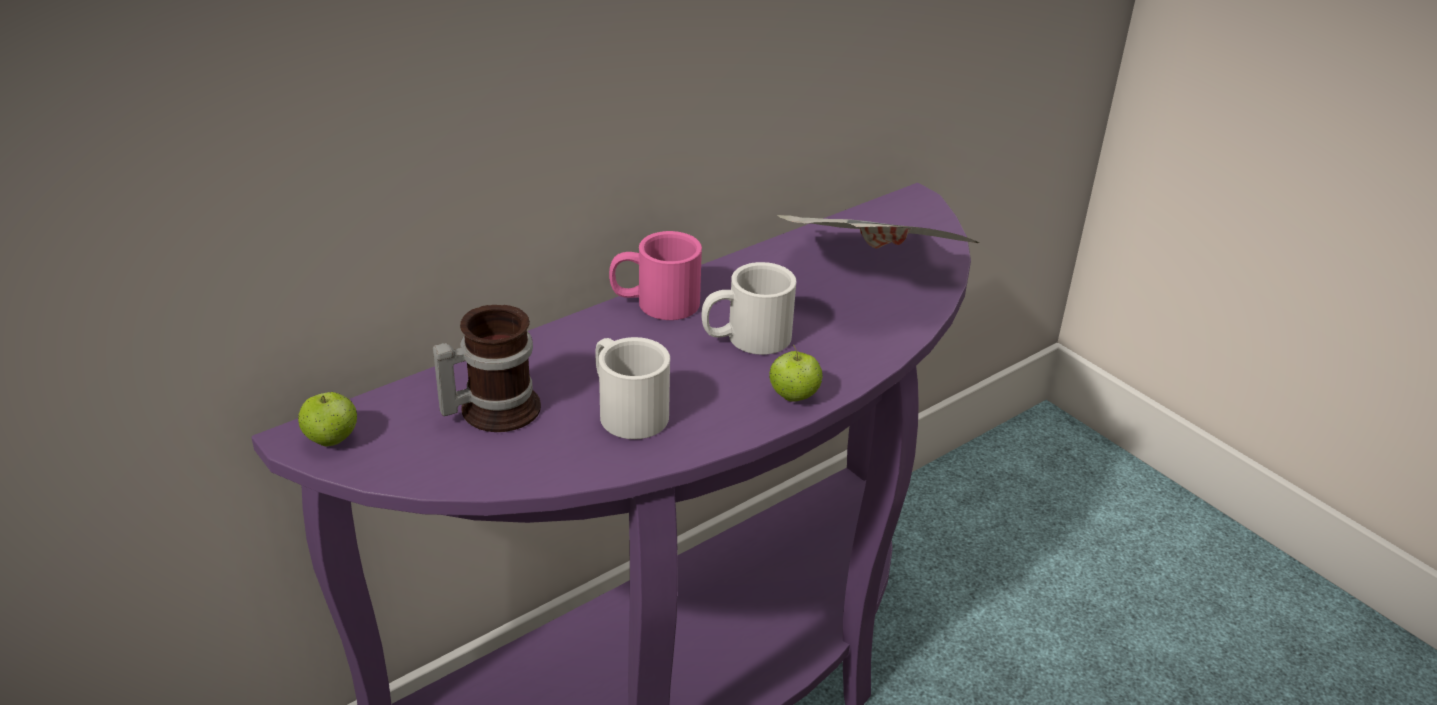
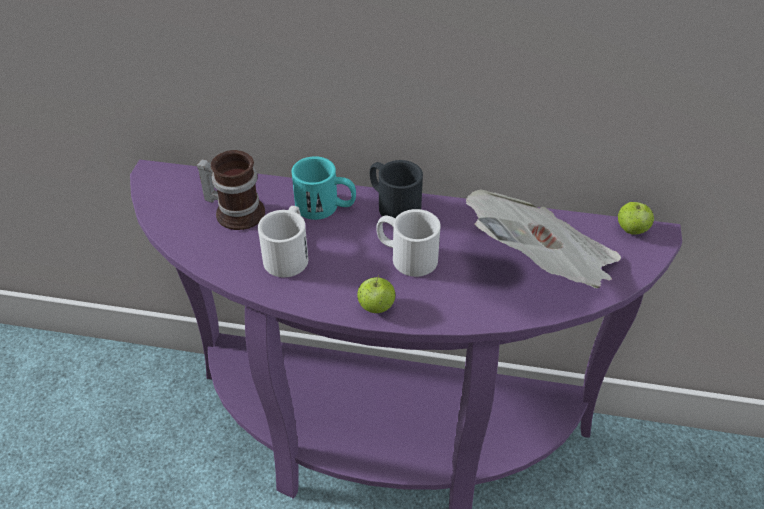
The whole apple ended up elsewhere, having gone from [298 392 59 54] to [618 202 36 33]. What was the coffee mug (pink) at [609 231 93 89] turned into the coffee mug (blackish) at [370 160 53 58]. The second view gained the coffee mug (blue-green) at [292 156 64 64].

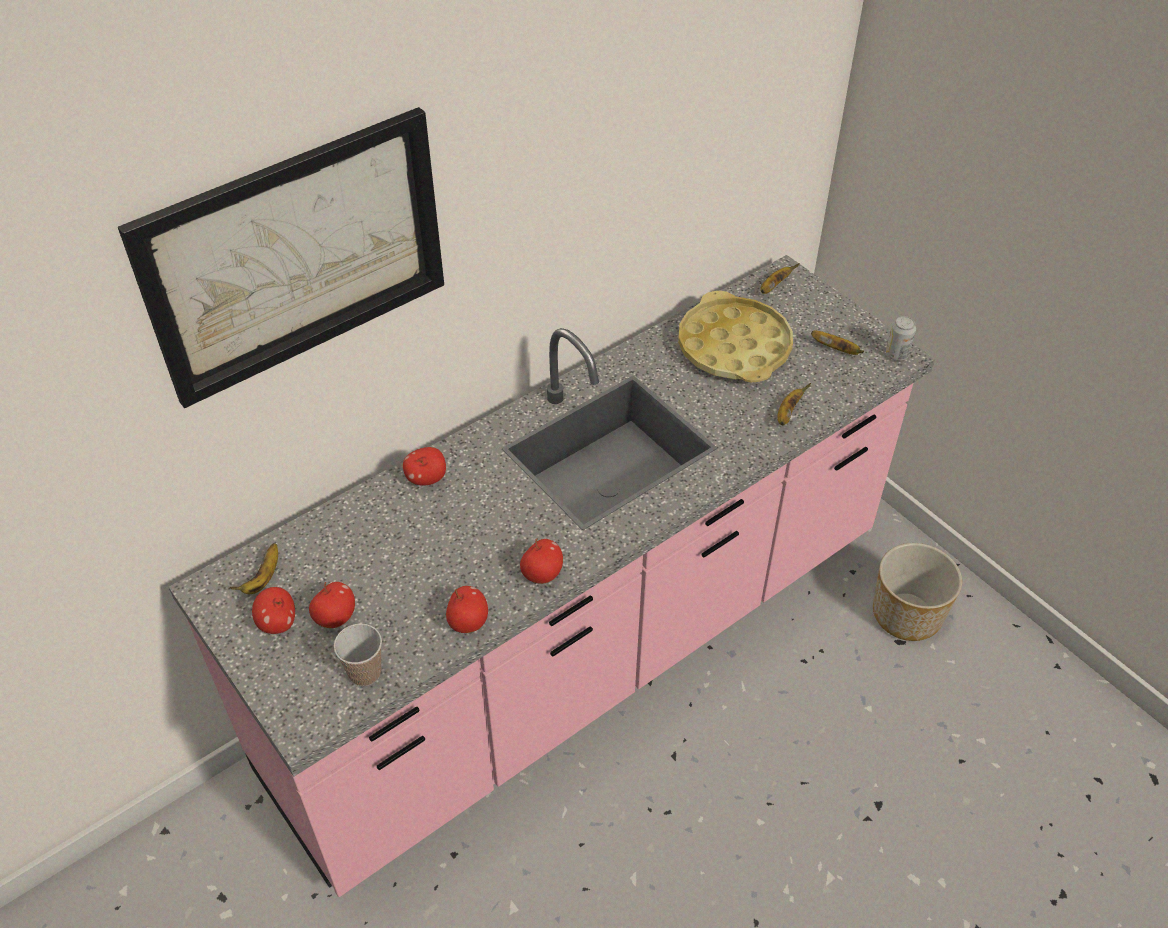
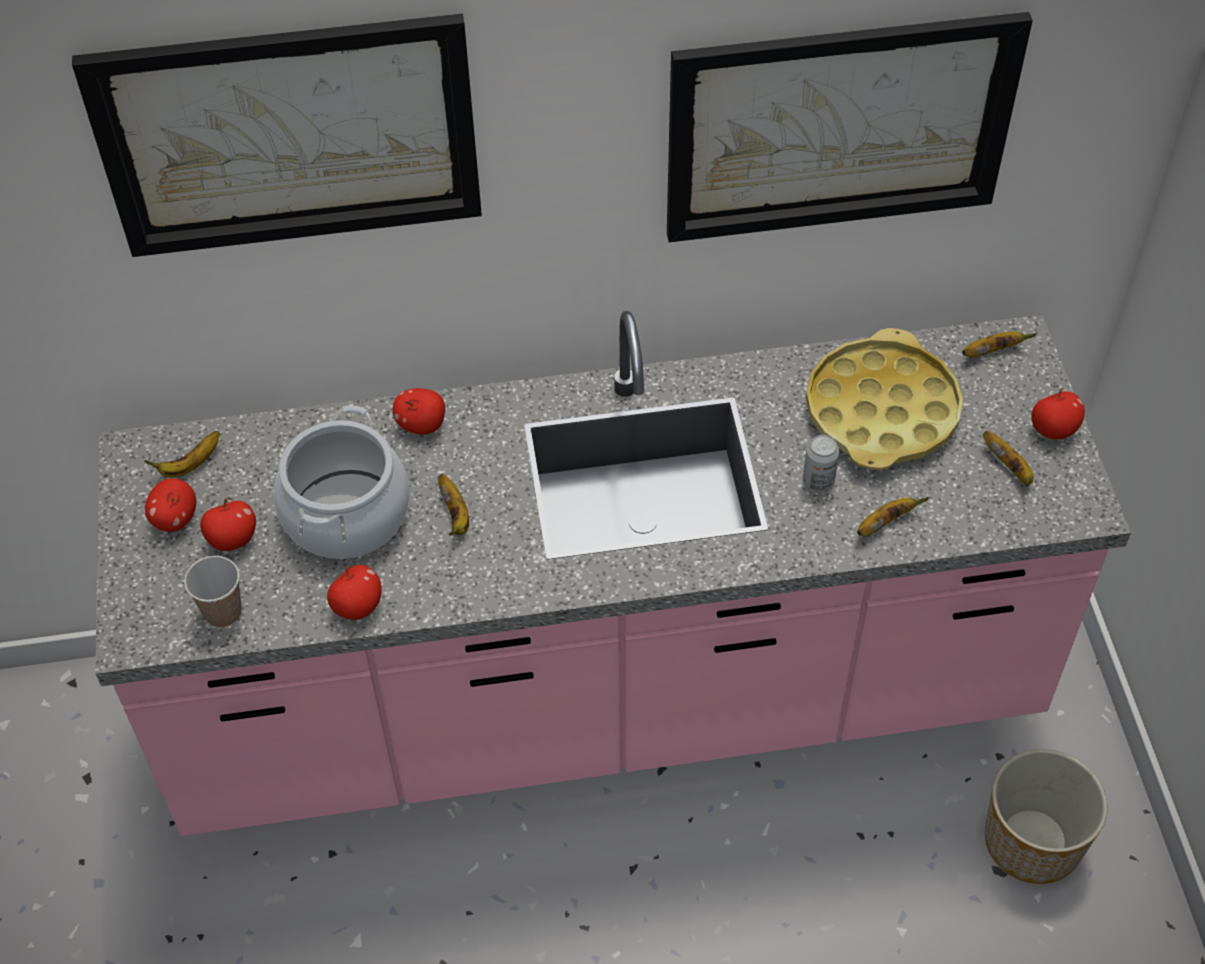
The whole apple ended up elsewhere, having gone from [520 539 43 45] to [1031 388 54 52]. The metal can ended up elsewhere, having gone from [886 316 30 45] to [803 435 36 57]. The second view gained the cooking pot at [274 405 136 154]. The second view gained the whole banana at [438 474 31 62]. The second view gained the wall picture at [667 12 366 230].

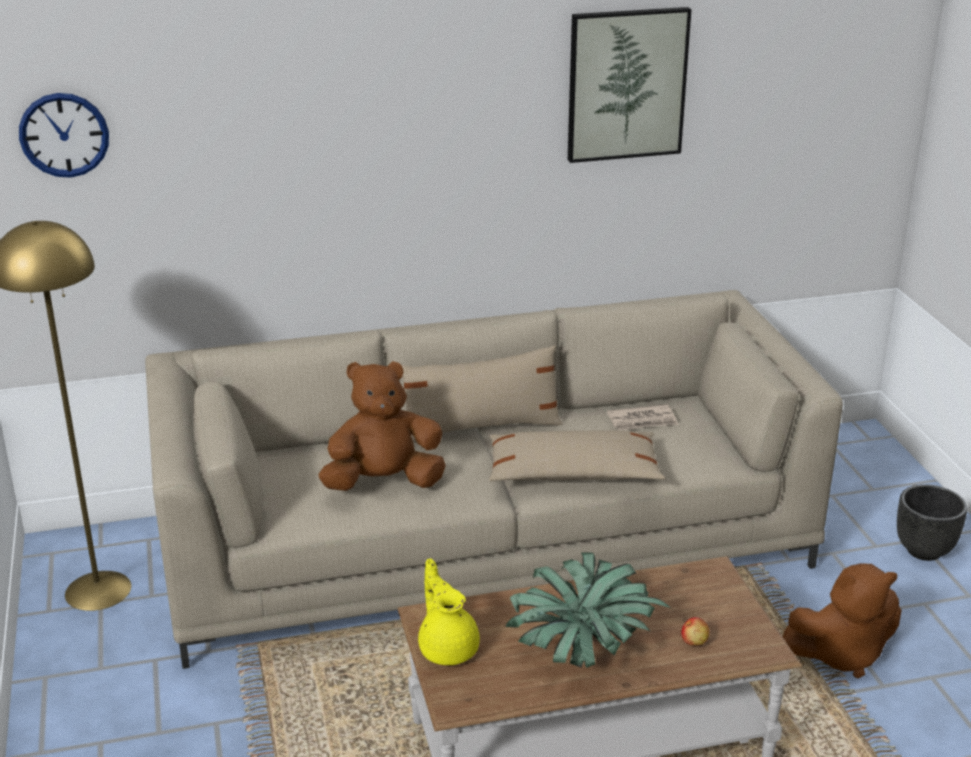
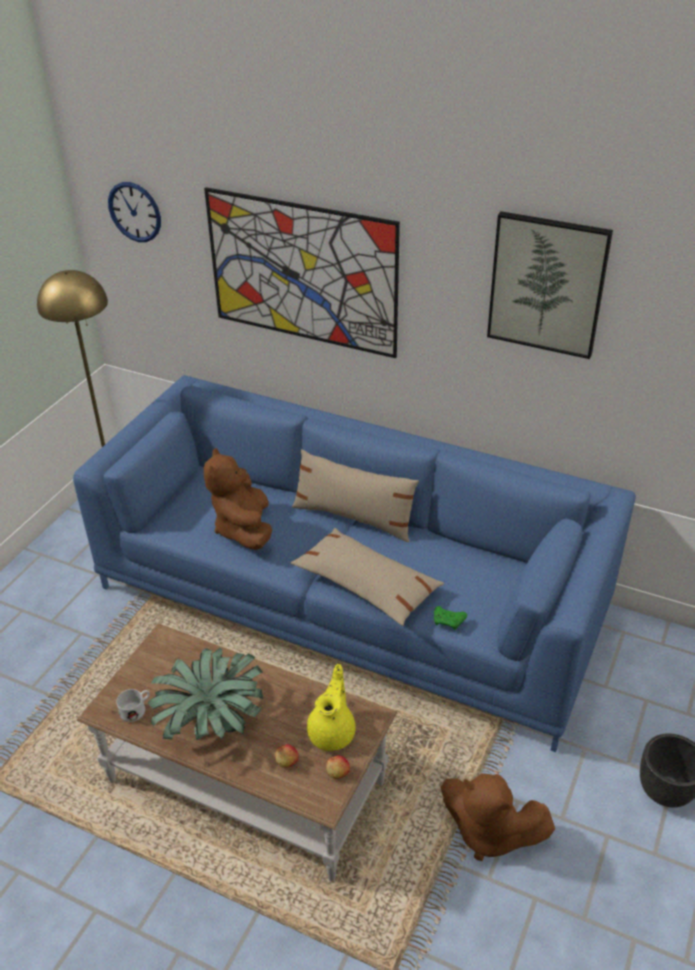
What was the sofa (beige) at [145 290 698 379] turned into the sofa (bluish) at [73 375 563 377]. The soft toy (brown-coloured) at [318 361 128 130] ended up facing another way, 120 degrees counterclockwise from before. The tea pot (yellow) ended up elsewhere, having gone from [418 559 62 106] to [307 664 49 87]. The second view lost the newspaper at [607 405 72 26]. The second view gained the coffee mug (white) at [116 689 34 33]. The second view gained the wall picture at [204 187 196 171]. The second view gained the whole apple at [326 755 24 24]. The second view gained the joypad (green) at [434 606 33 24].

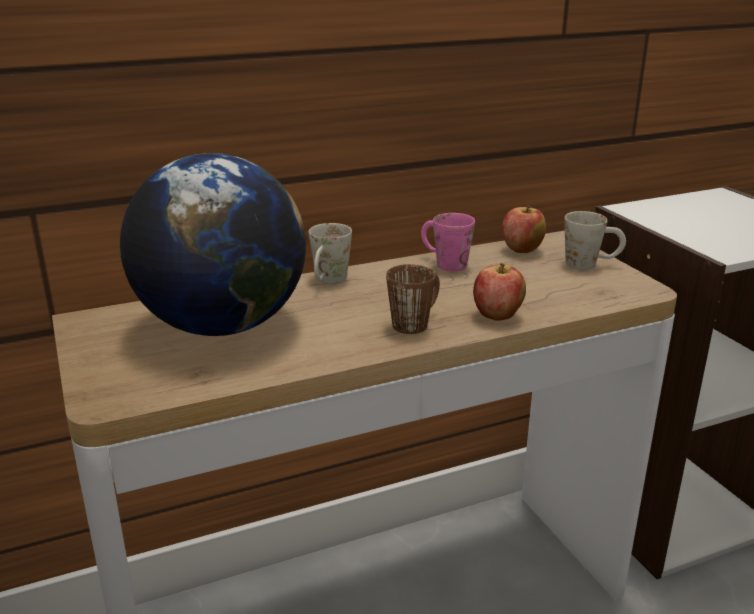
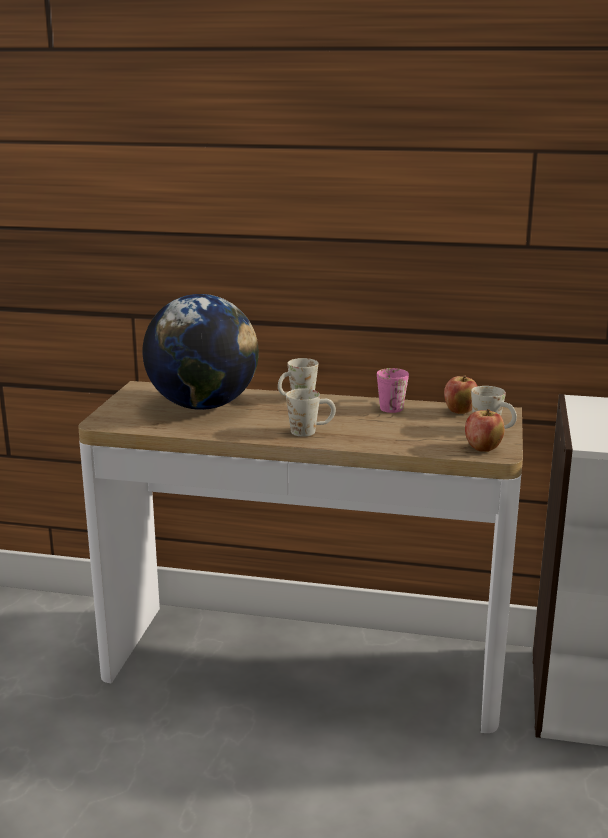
What was the coffee mug (brown-coloured) at [386 264 54 70] turned into the coffee mug (white) at [286 389 50 48]. The whole apple ended up elsewhere, having gone from [473 263 53 58] to [465 409 39 43].

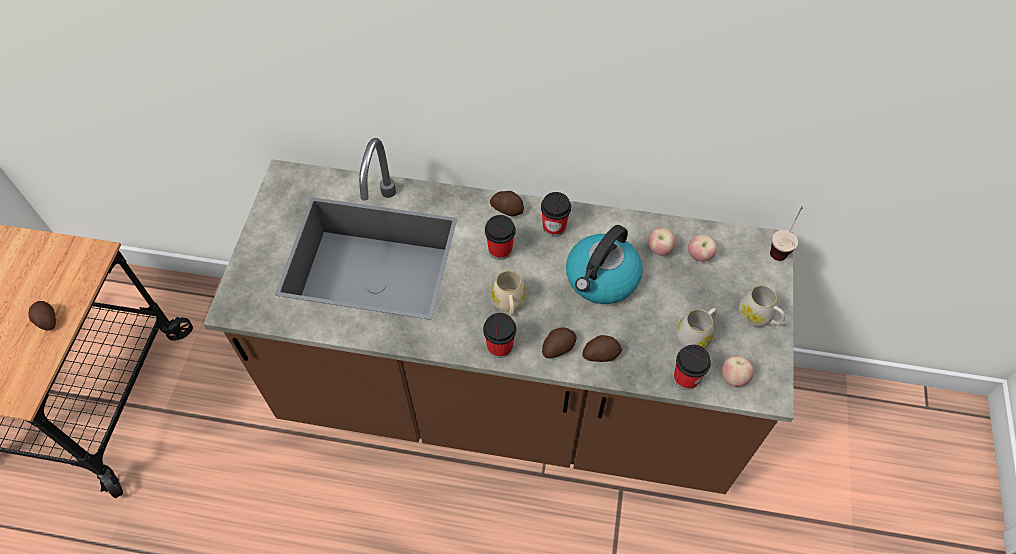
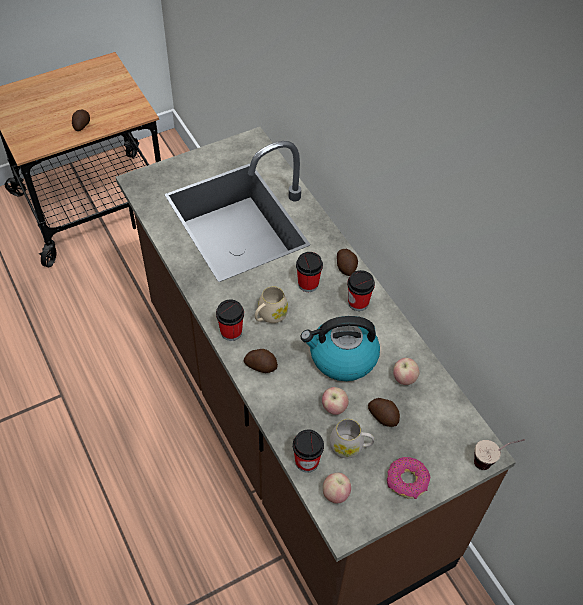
The spud ended up elsewhere, having gone from [582 335 40 27] to [368 398 32 29]. The whole apple ended up elsewhere, having gone from [688 234 29 27] to [322 387 27 28]. Where the coffee mug (white) stood at [739 285 46 42], the donut came to stand at [387 457 43 42].

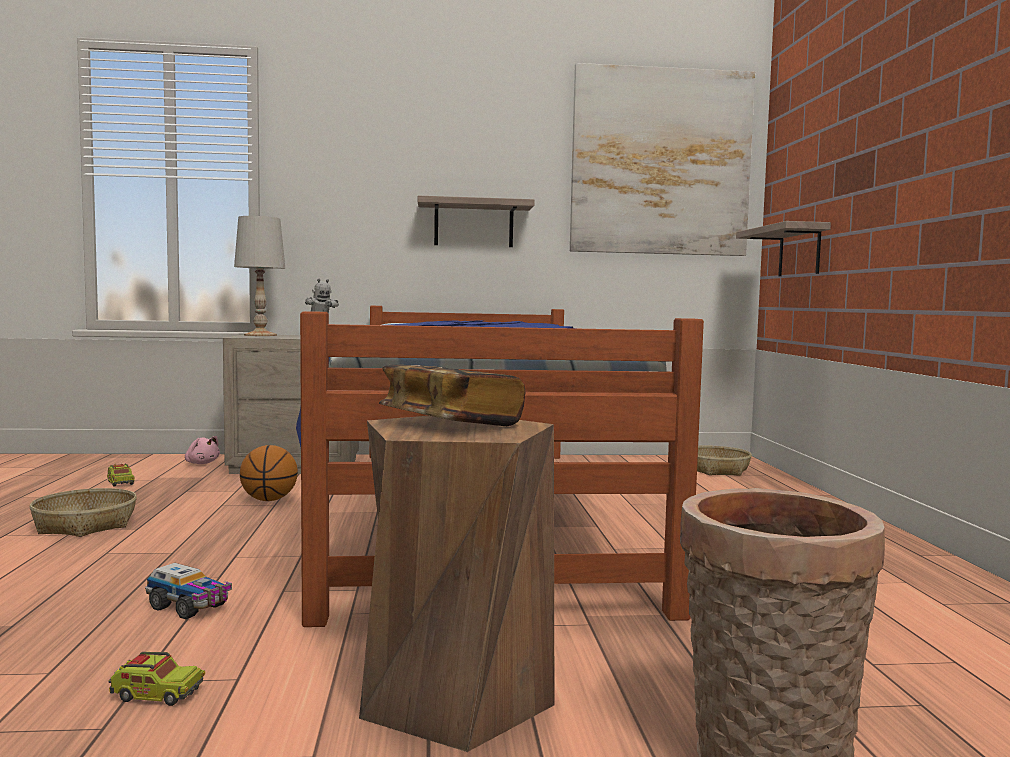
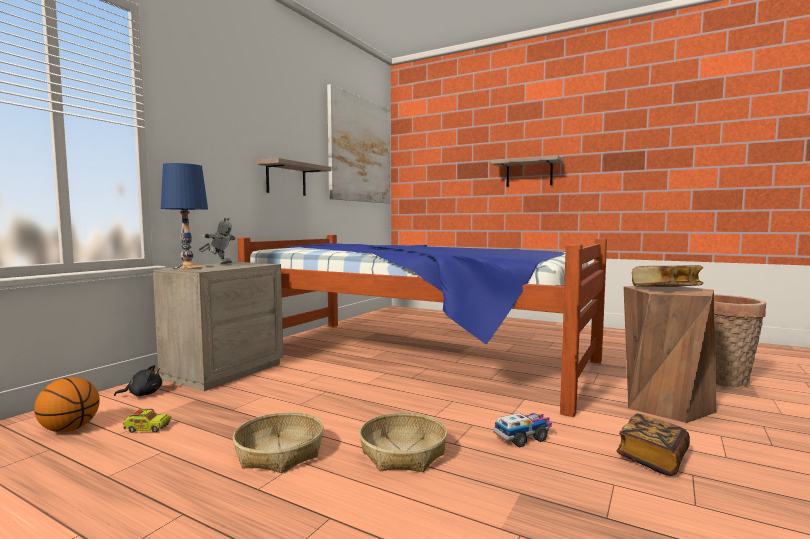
Where the toy lorry stood at [108 652 97 54], the book came to stand at [616 414 74 62]. What was the soft toy (pink) at [185 436 35 28] turned into the soft toy (blackish) at [114 365 48 31]. What was the lamp for a table (white) at [234 216 51 120] turned into the lamp for a table (bluish) at [161 163 47 106]. The basketball ended up elsewhere, having gone from [240 445 58 56] to [34 377 66 55]. The storage basket ended up elsewhere, having gone from [697 445 55 31] to [359 413 88 59]. The shelf ended up elsewhere, having gone from [736 221 95 55] to [491 155 72 32].

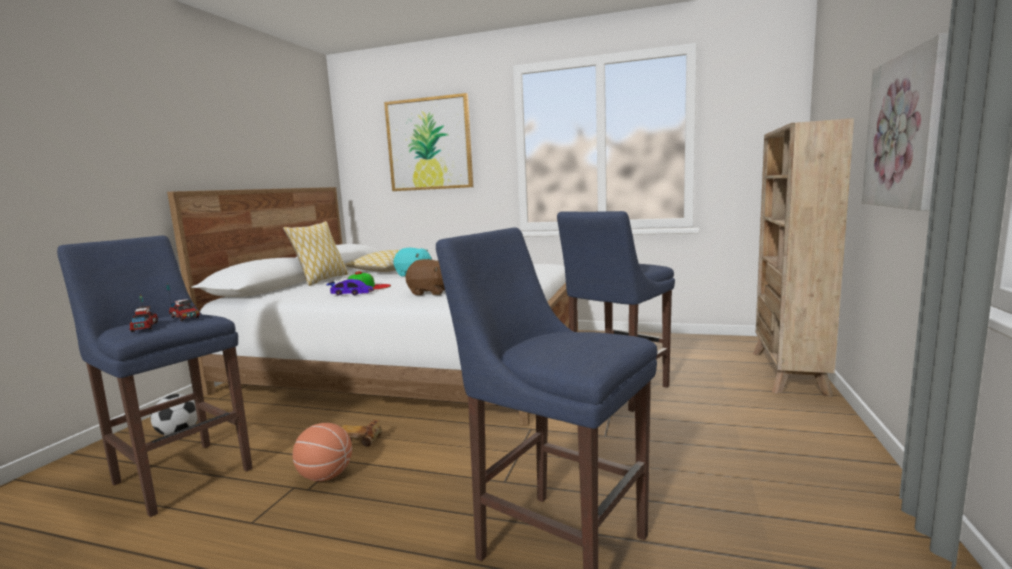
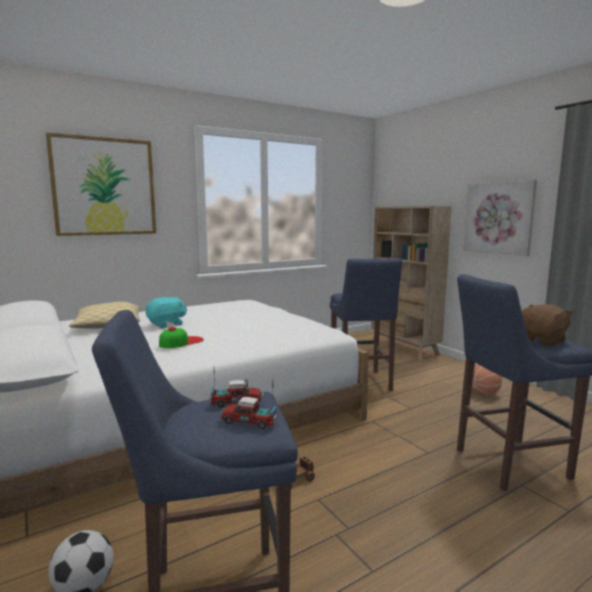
The second view lost the cushion at [283 221 65 65]. The basketball ended up elsewhere, having gone from [292 423 60 58] to [472 365 30 31]. The second view lost the model car at [326 279 48 17]. The soft toy (brown-coloured) ended up elsewhere, having gone from [405 259 40 36] to [522 304 52 42].

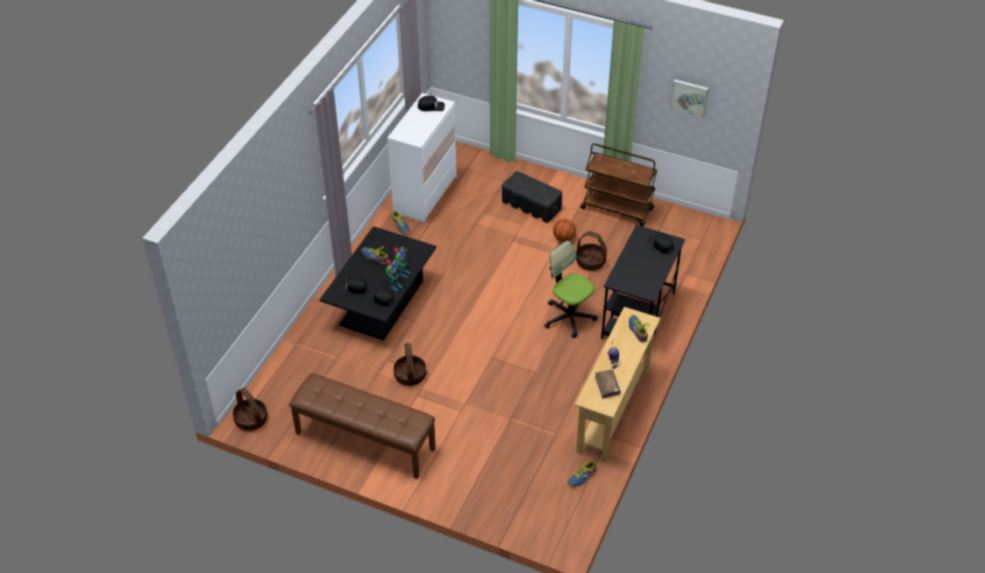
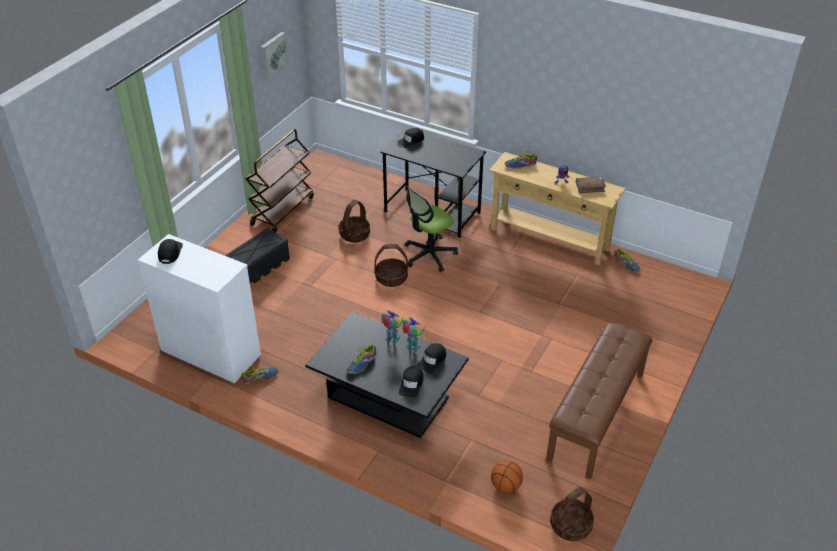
The storage basket ended up elsewhere, having gone from [393 343 33 43] to [375 244 33 43]. The basketball ended up elsewhere, having gone from [553 219 23 23] to [491 460 32 33].

